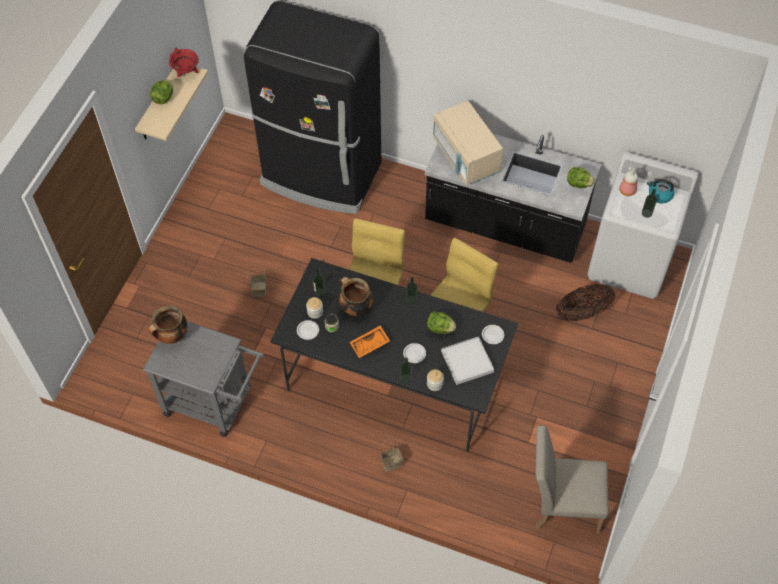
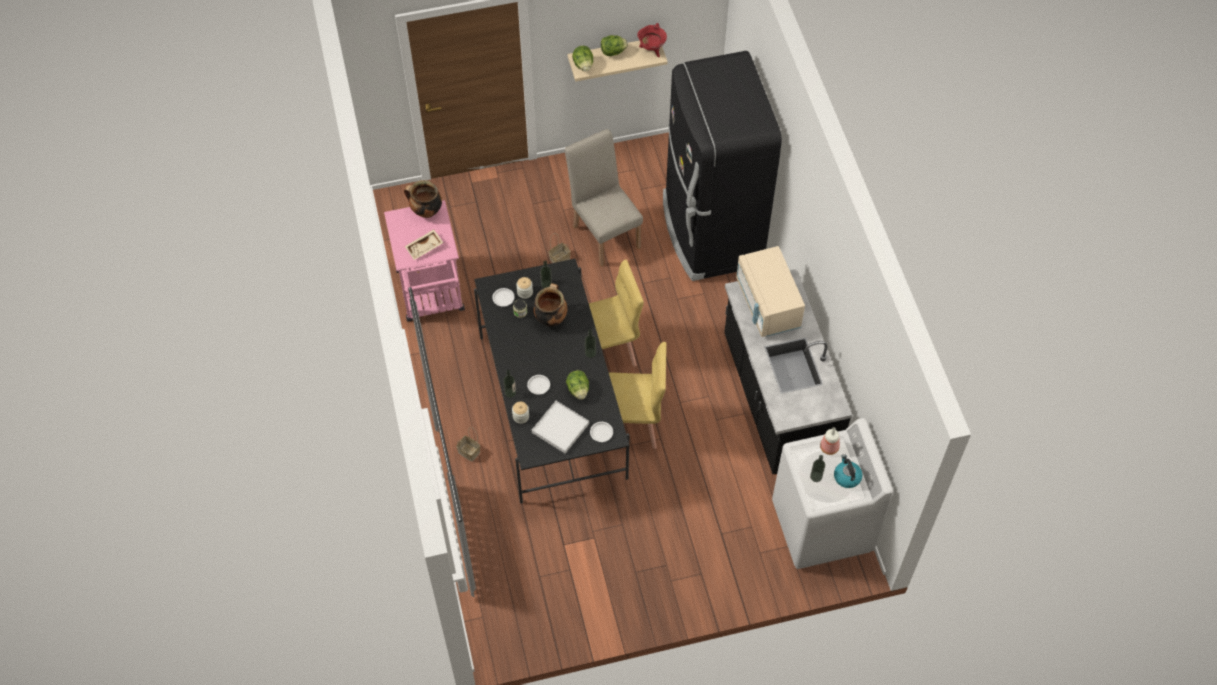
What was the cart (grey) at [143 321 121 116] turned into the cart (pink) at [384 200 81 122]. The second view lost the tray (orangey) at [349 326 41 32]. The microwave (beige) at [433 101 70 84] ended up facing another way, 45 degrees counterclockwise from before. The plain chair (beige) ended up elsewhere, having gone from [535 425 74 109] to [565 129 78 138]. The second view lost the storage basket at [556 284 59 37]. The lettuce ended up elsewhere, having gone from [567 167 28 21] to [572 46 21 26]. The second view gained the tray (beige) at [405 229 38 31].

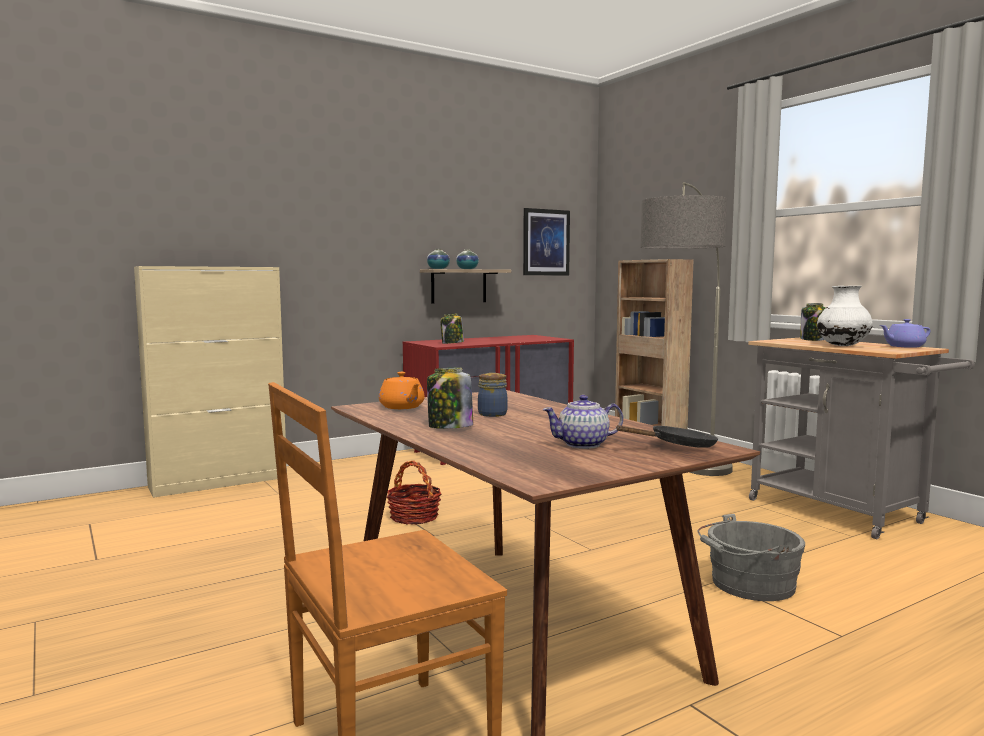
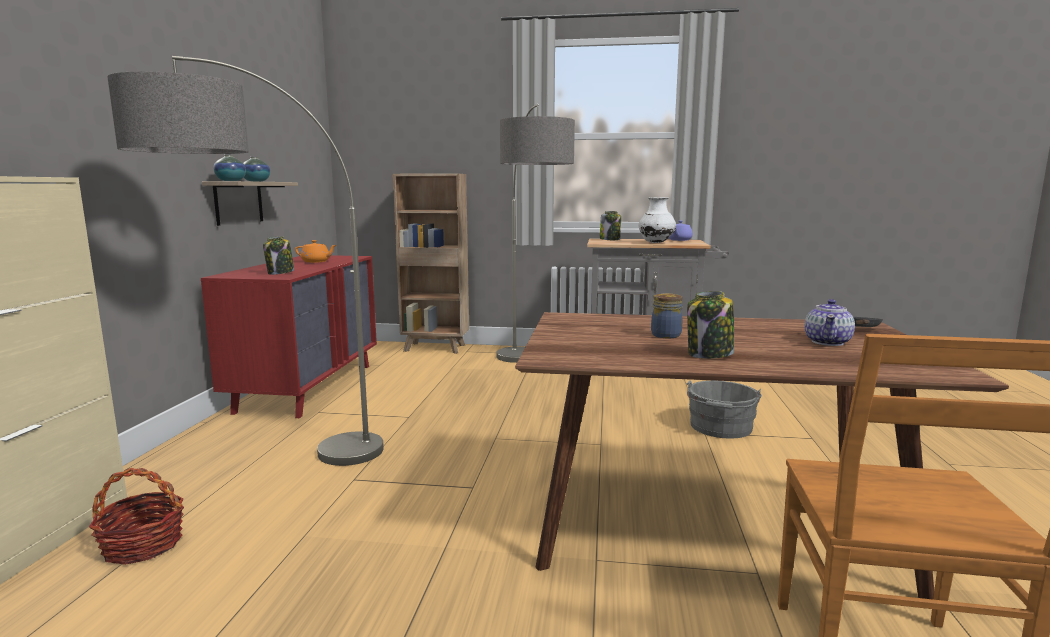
The tea pot (orangey) ended up elsewhere, having gone from [379 372 46 37] to [295 240 41 23]. The storage basket ended up elsewhere, having gone from [387 460 55 65] to [89 468 95 97]. The second view lost the wall picture at [523 208 47 67]. The second view gained the standing lamp at [107 56 277 410].

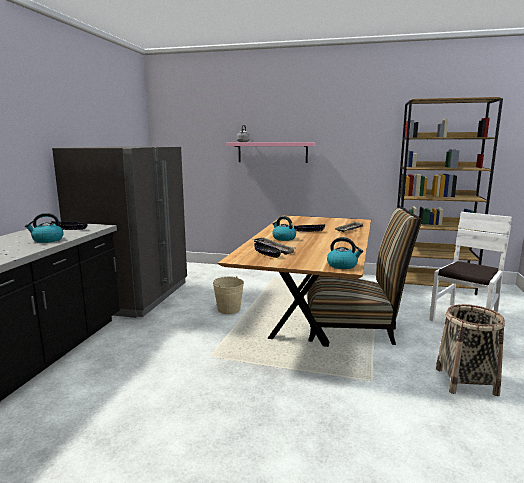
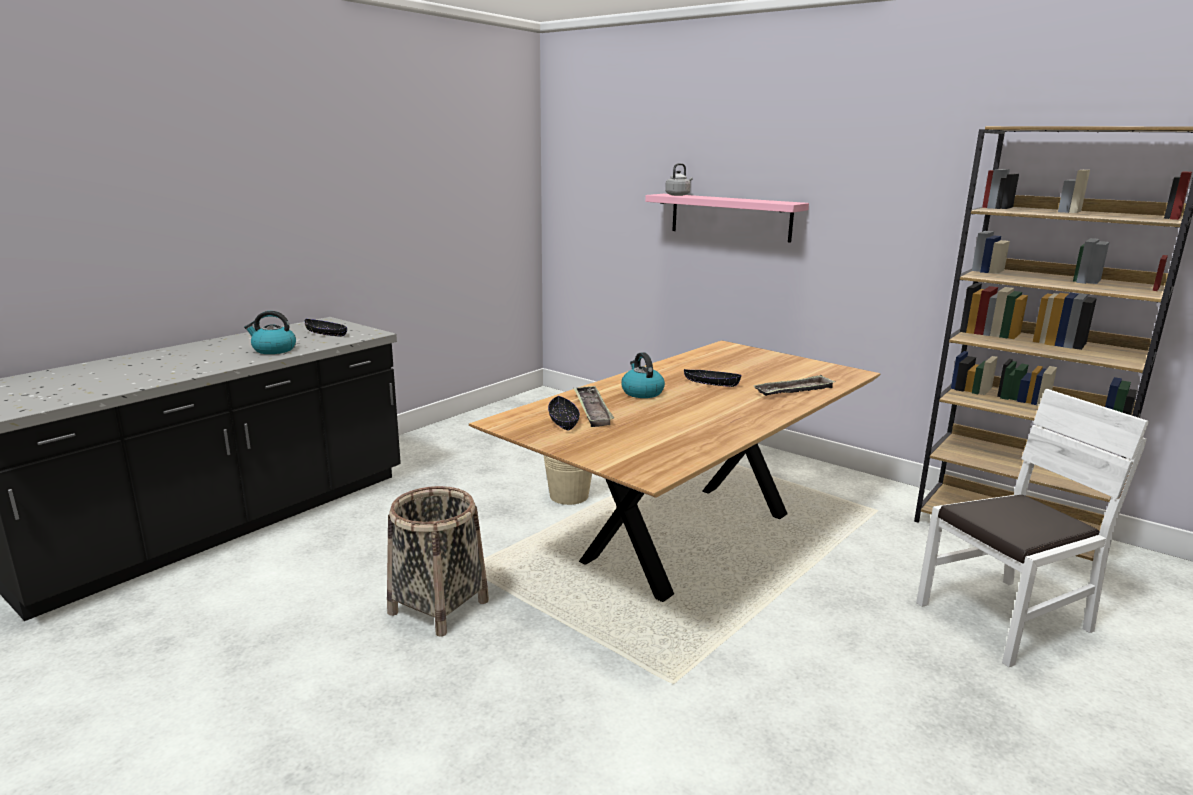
The second view lost the kitchen fridge (grey) at [52 146 135 172]. The second view lost the plain chair at [307 206 115 139]. The second view lost the kettle at [327 237 36 32]. The storage basket ended up elsewhere, having gone from [436 304 69 92] to [387 486 102 151].

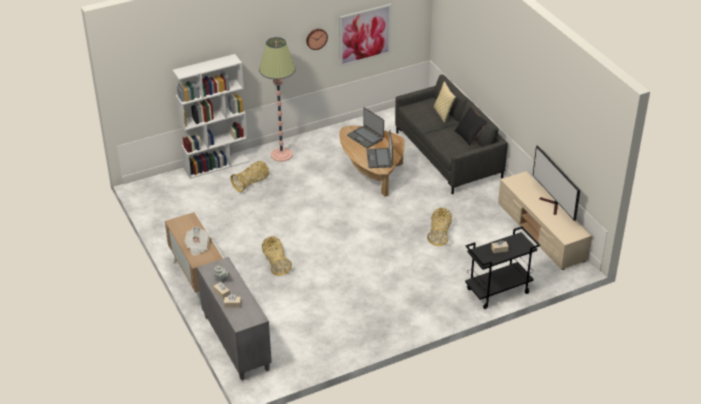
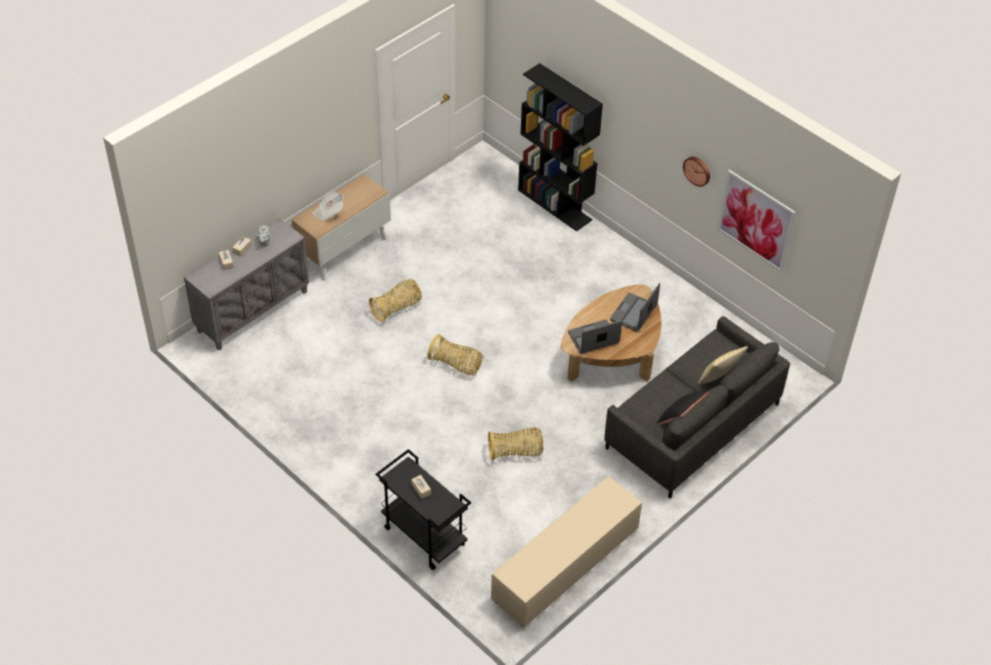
What was the bookshelf (white) at [173 54 76 125] turned into the bookshelf (blackish) at [518 63 85 168]. The storage basket ended up elsewhere, having gone from [230 161 39 31] to [428 334 55 41]. The second view lost the standing lamp at [259 37 37 125]. The second view lost the TV set at [533 145 47 76].

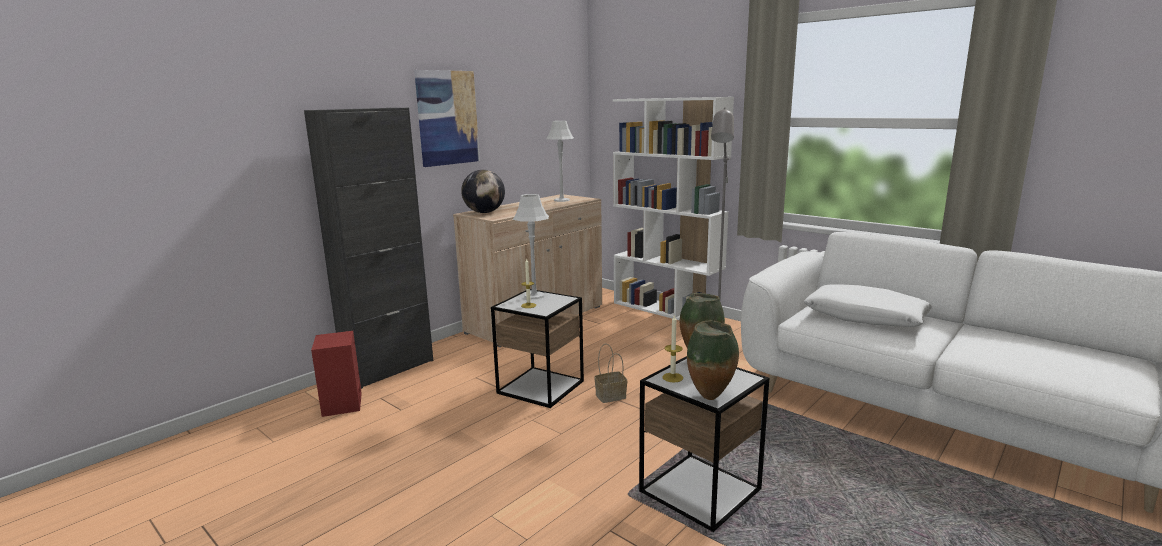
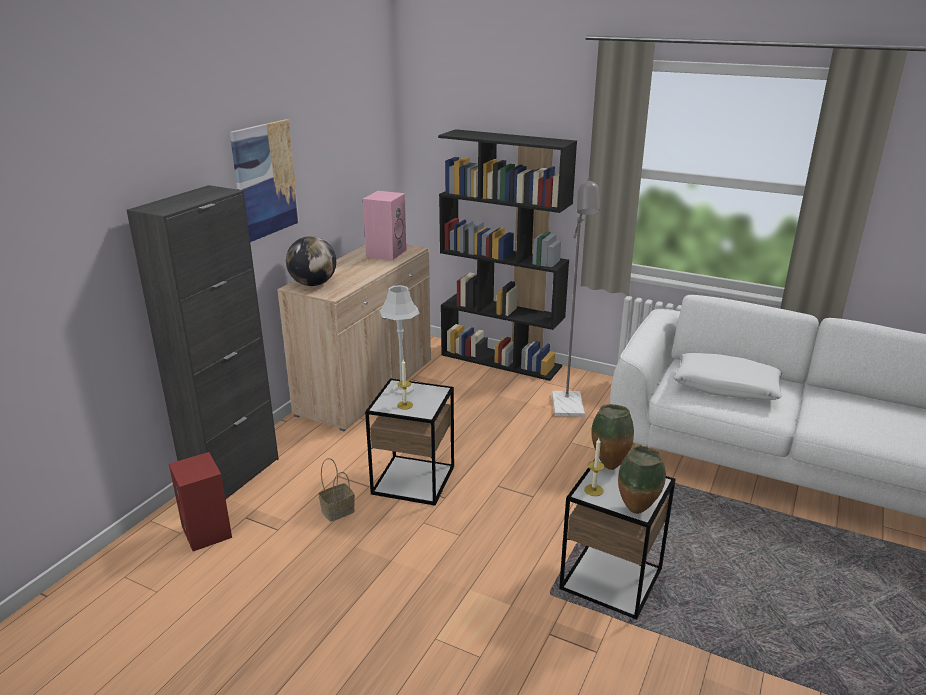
Where the lamp for a table (grey) stood at [546 121 28 81], the loudspeaker (pink) came to stand at [363 191 44 70]. The storage basket ended up elsewhere, having gone from [594 343 33 60] to [318 458 37 64]. What was the bookshelf (white) at [613 97 121 223] turned into the bookshelf (blackish) at [438 129 139 252].

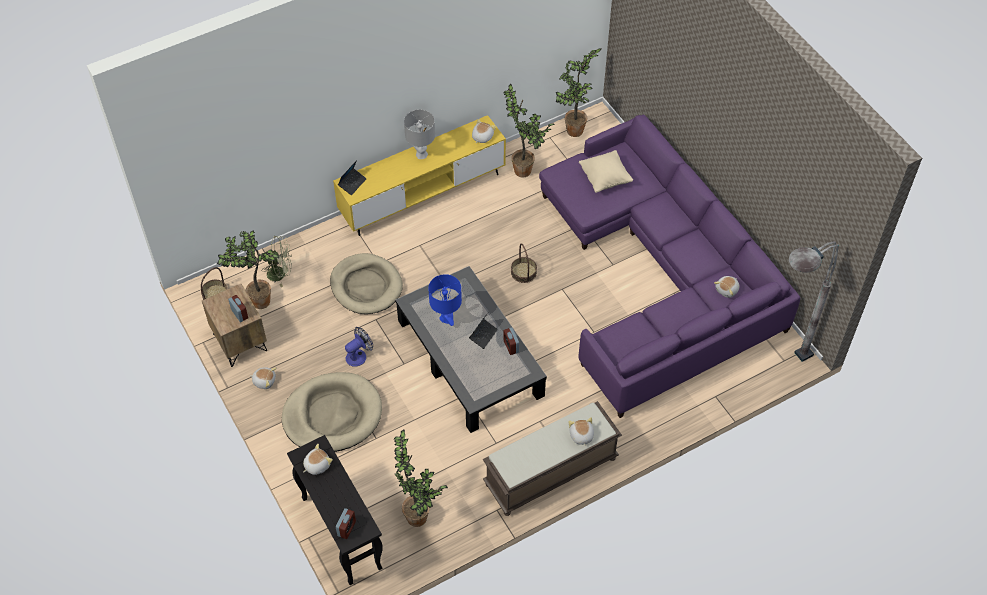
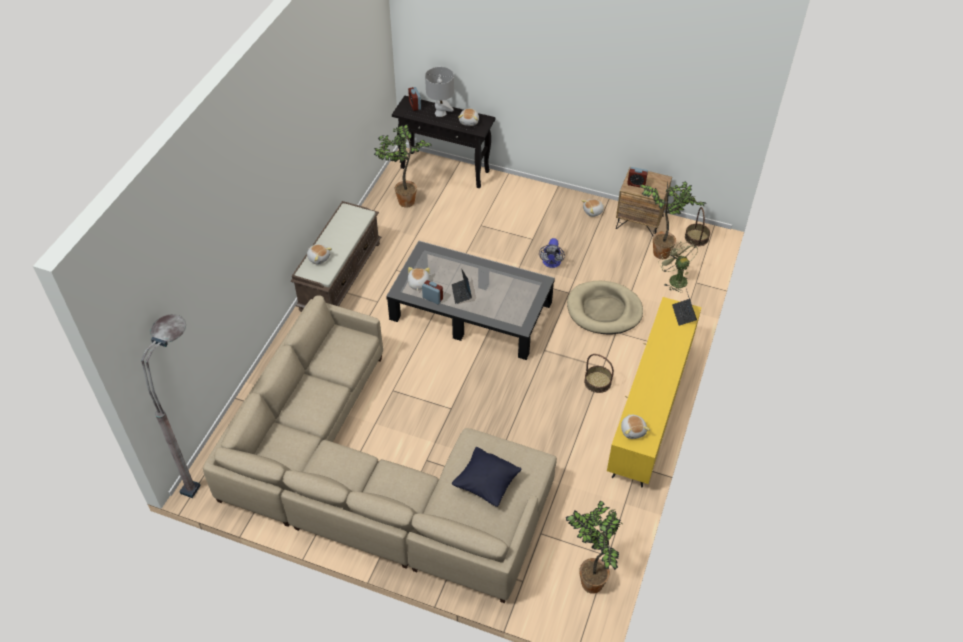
The electric fan (green) at [262 236 30 51] ended up facing another way, 105 degrees clockwise from before. The second view lost the dog cushion (beige) at [282 372 100 80]. The lamp for a table (grey) ended up elsewhere, having gone from [404 110 31 49] to [425 67 29 50]. The second view lost the lamp for a table (bluish) at [428 274 34 52]. The second view lost the potted plant at [504 84 51 93]. The storage basket ended up elsewhere, having gone from [511 243 26 40] to [584 354 30 39]. What was the sofa (purple-coloured) at [539 115 261 303] turned into the sofa (beige) at [203 295 354 308]. What was the cushion (beige) at [579 150 54 43] turned into the cushion (blackish) at [452 447 70 60]. The soft toy ended up elsewhere, having gone from [714 276 26 22] to [408 267 22 24].

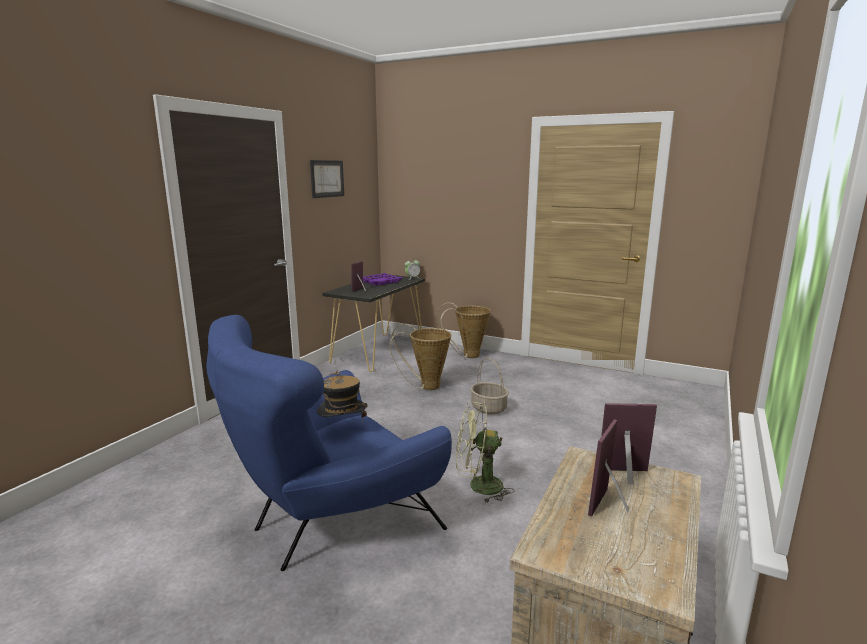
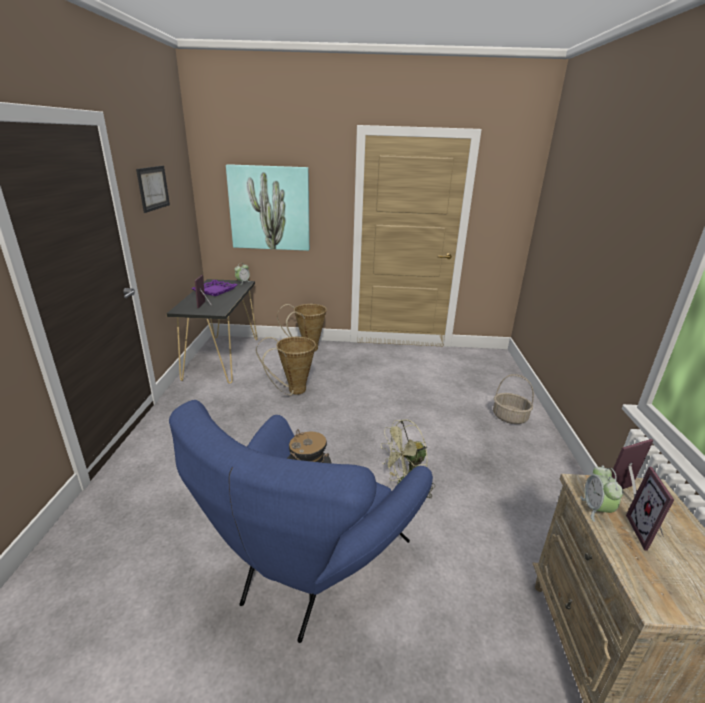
The storage basket ended up elsewhere, having gone from [470 357 39 58] to [493 374 41 50]. The second view gained the wall picture at [226 164 84 87]. The second view gained the bedside clock at [580 466 43 56].

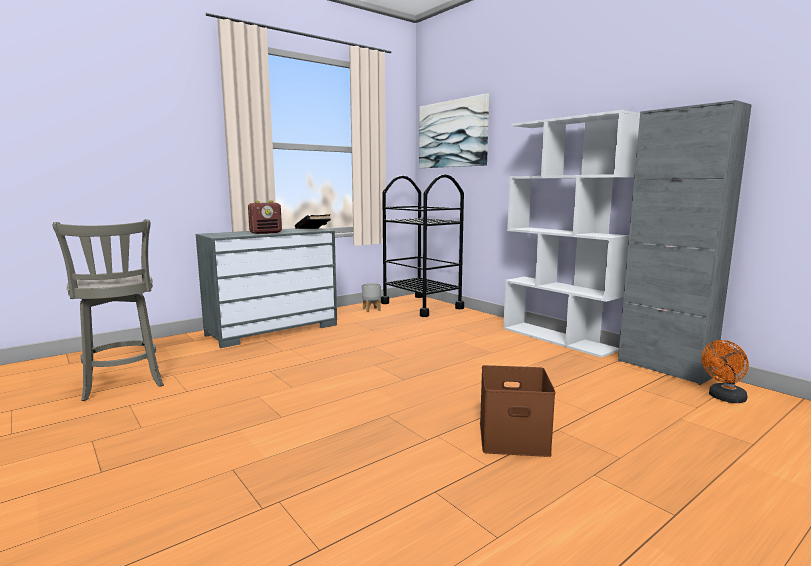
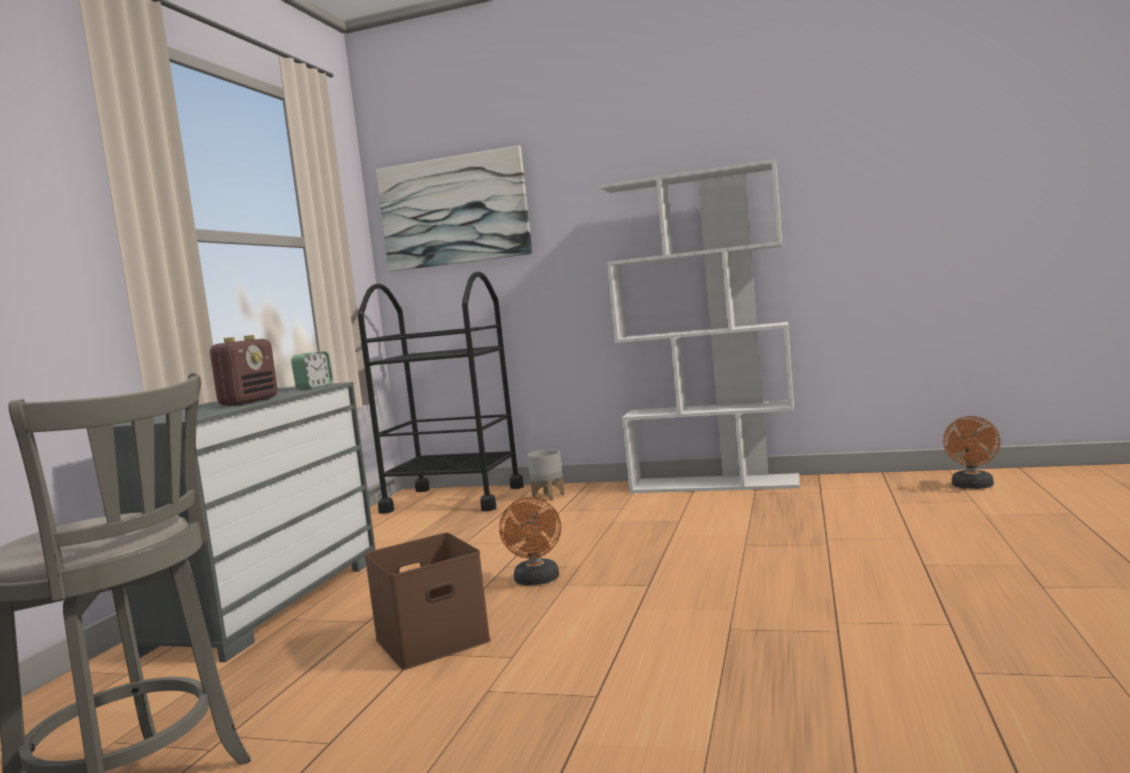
Where the book (blackish) stood at [295 214 36 15], the bedside clock came to stand at [291 351 42 38]. The flower pot (grey) ended up elsewhere, having gone from [362 283 19 29] to [527 450 38 51]. The storage bin (brown-coloured) ended up elsewhere, having gone from [480 365 75 92] to [364 533 127 137]. The second view lost the cupboard (grey) at [618 100 134 285]. The second view gained the electric fan (orangey) at [499 497 62 89].

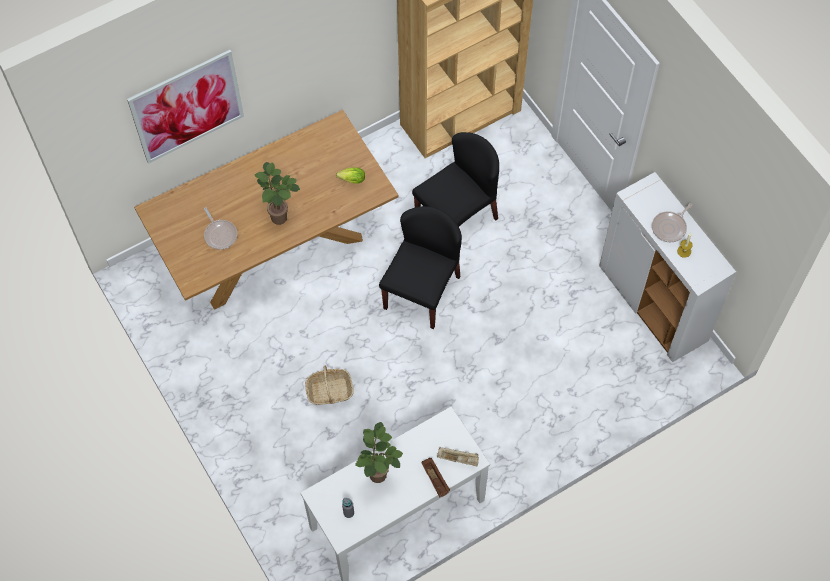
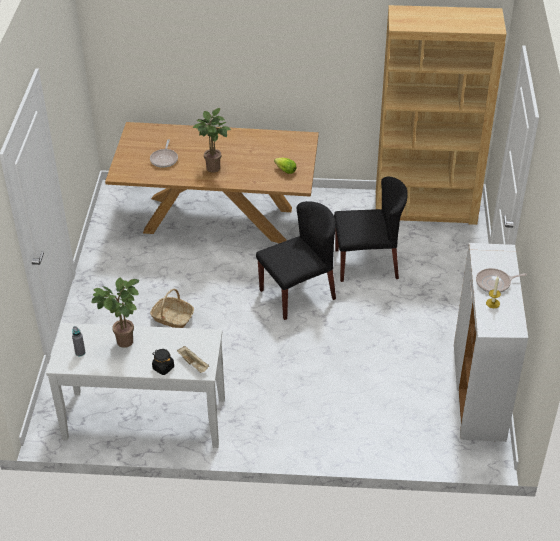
The second view lost the wall picture at [127 50 117 114]. Where the tray (brown-coloured) stood at [421 458 29 39], the preserve jar (blackish) came to stand at [152 349 22 26].

